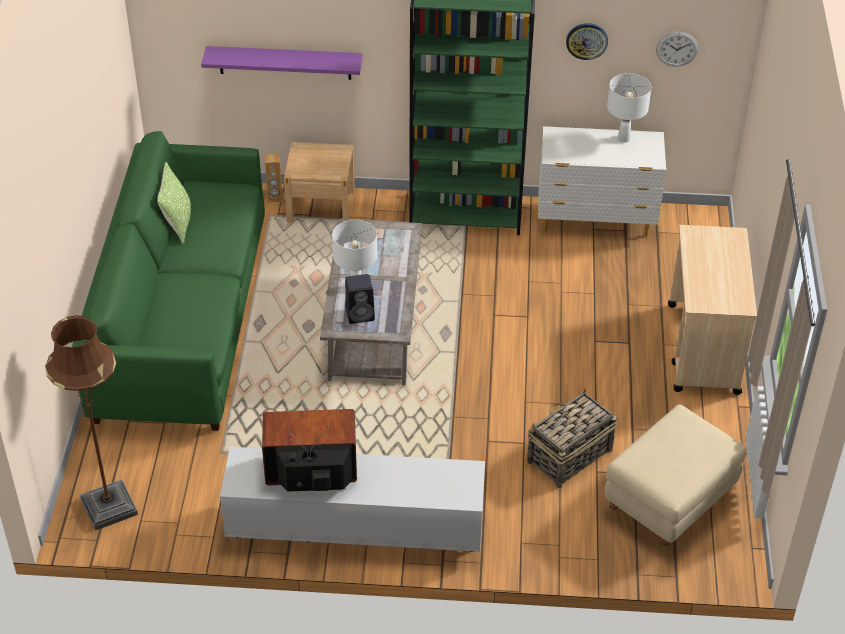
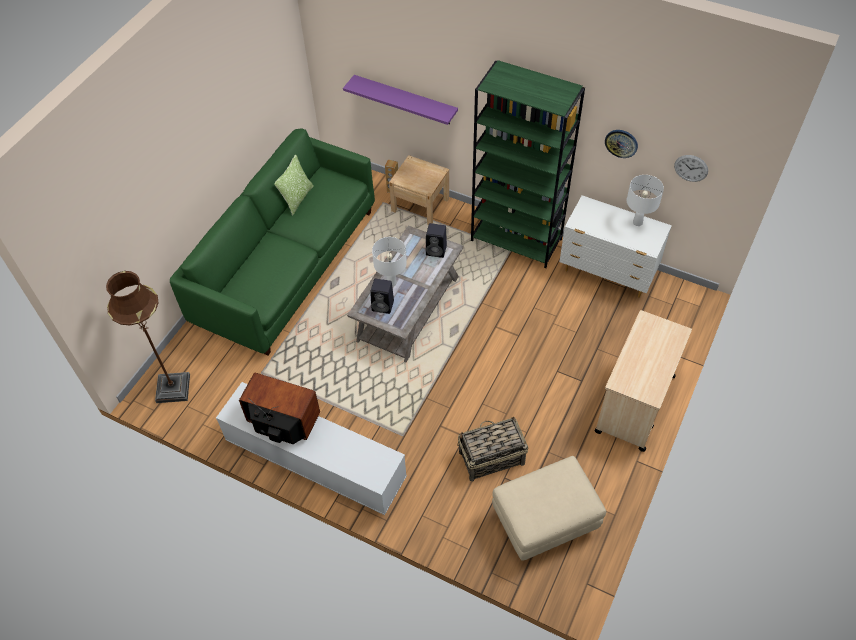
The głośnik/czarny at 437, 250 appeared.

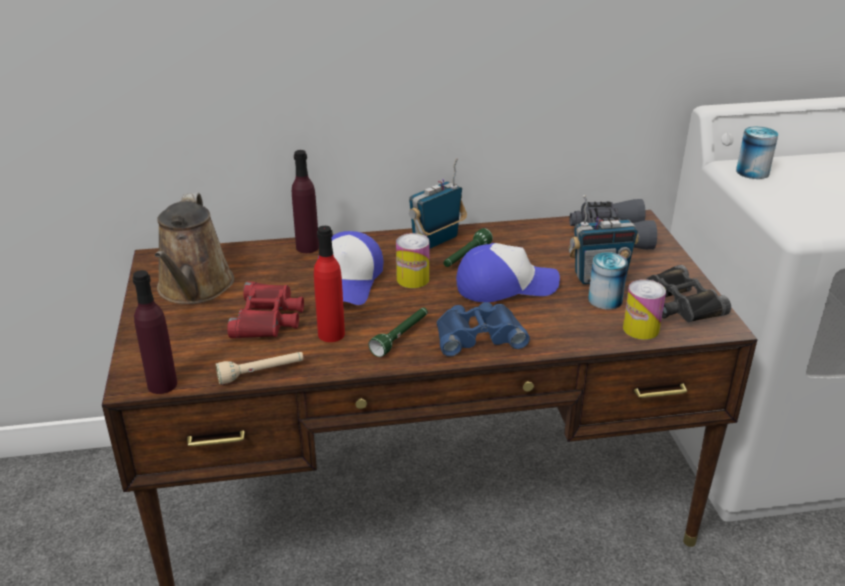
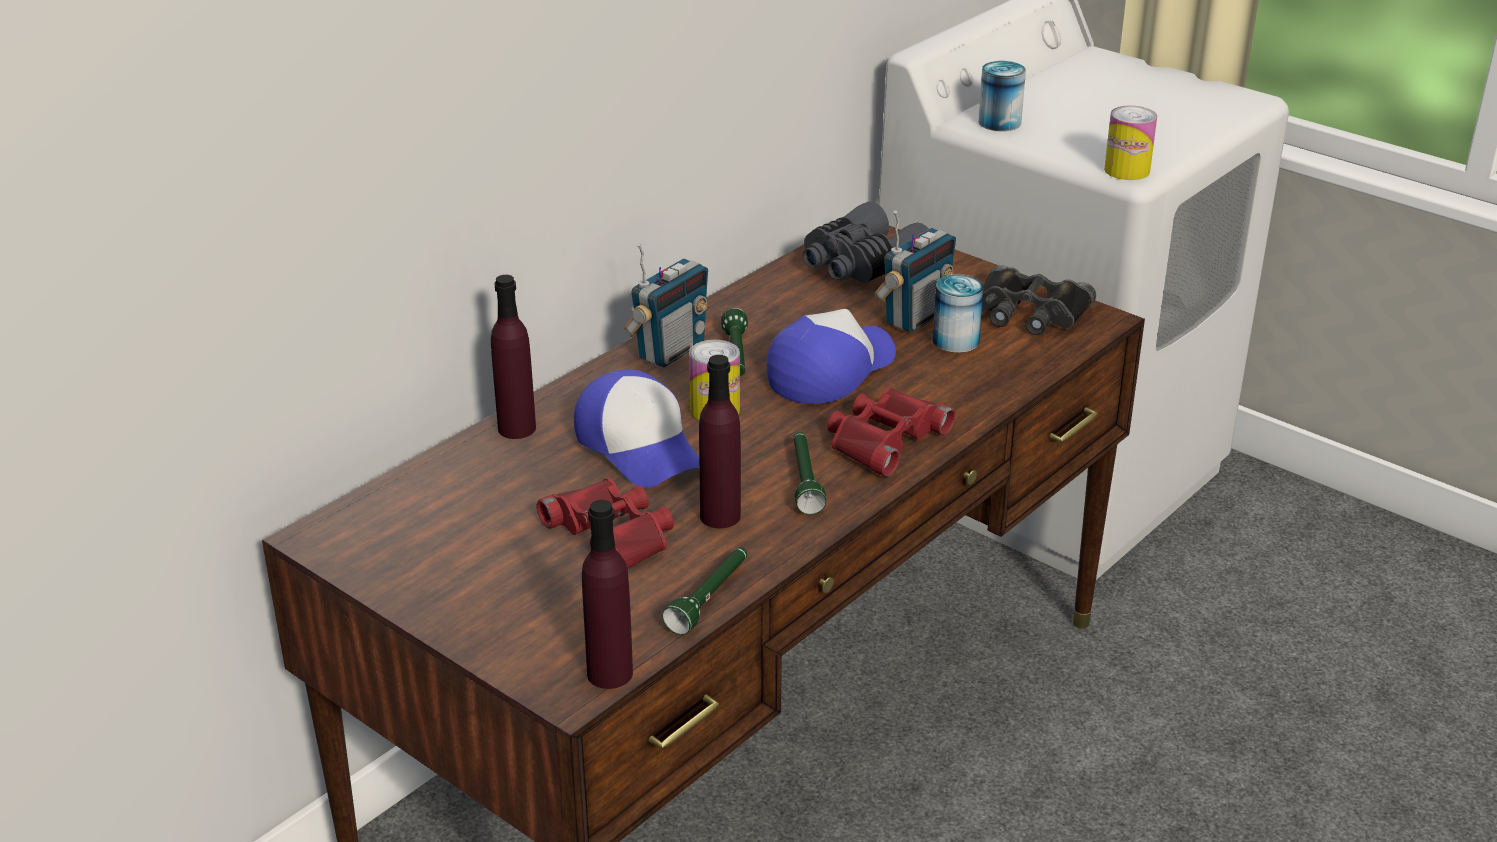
The radio at 436, 241 turned 150 degrees counterclockwise. The latarka/beżowy at 261, 373 became the latarka/zielony at 710, 598. The butelka/czerwony at 331, 334 became the butelka/fioletowy at 720, 516. The lornetka/niebieski at 478, 335 became the lornetka/czerwony at 884, 439. The puszka moved from 641, 329 to 1127, 170. The konewka/brązowy at 194, 288 disappeared.

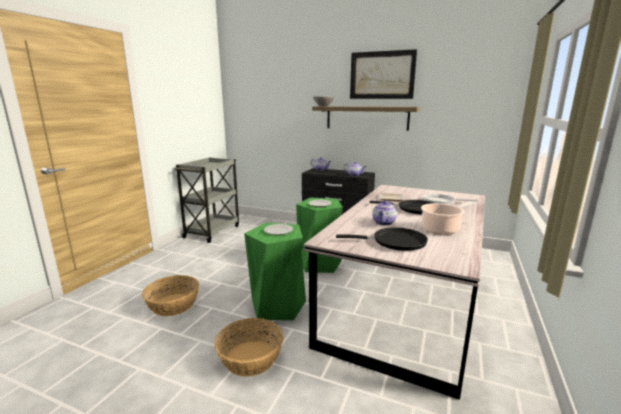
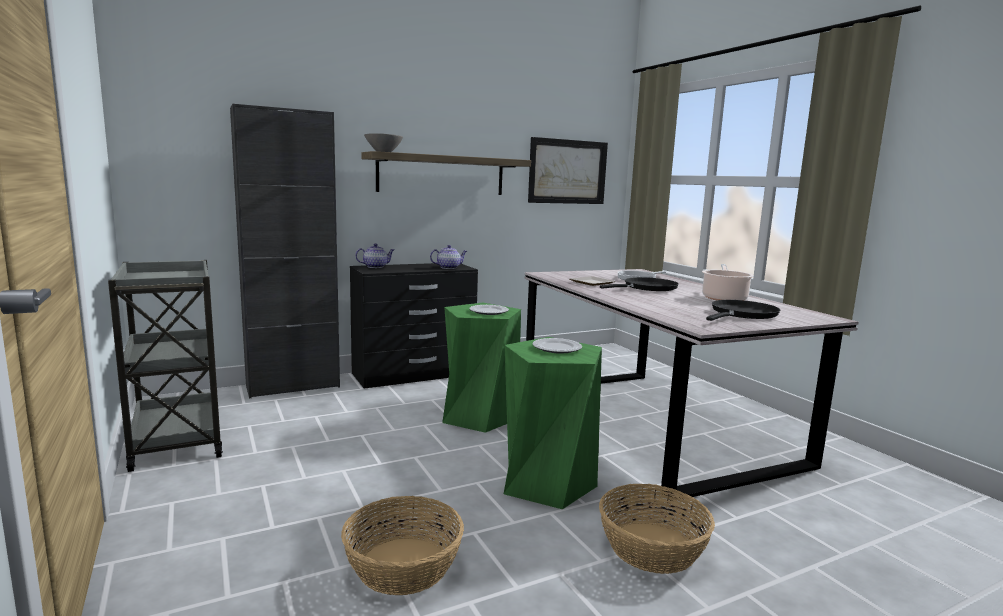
The szafka/czarny at 293, 386 appeared. The obraz moved from 382, 75 to 567, 172. The imbryk at 384, 223 disappeared.

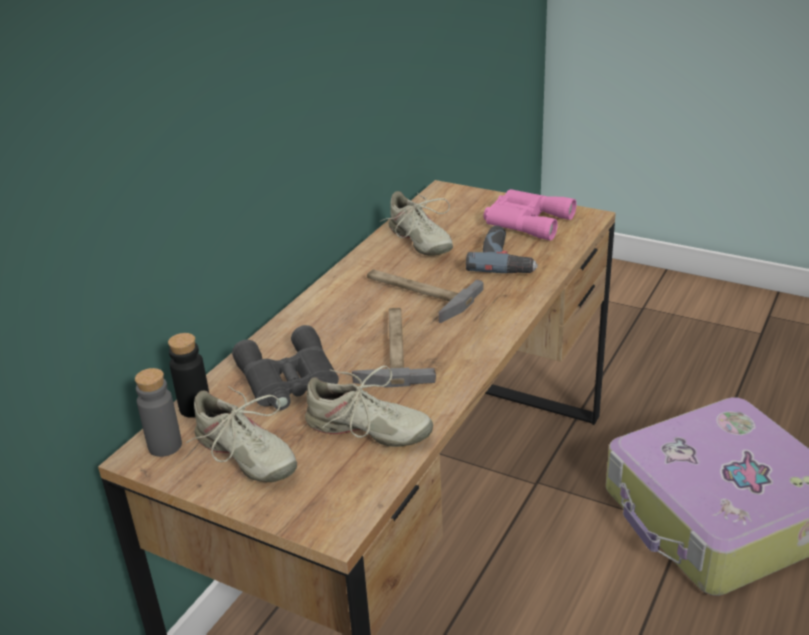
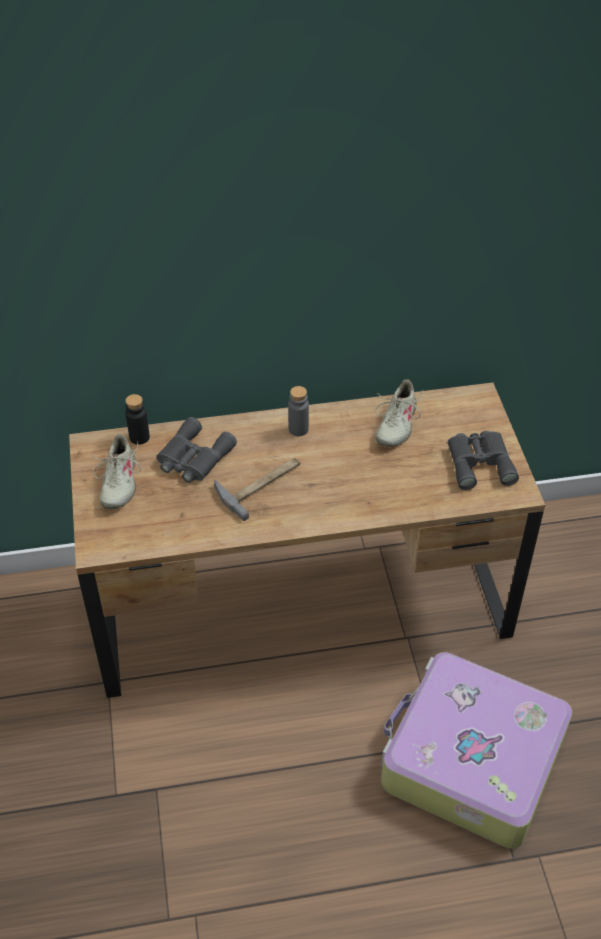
The butelka/szary moved from 165, 446 to 298, 429. The lornetka/różowy at 525, 221 became the lornetka/szary at 479, 462. The but/beżowy at 367, 430 disappeared. The młotek at 417, 293 disappeared. The wiertarka at 505, 259 disappeared.

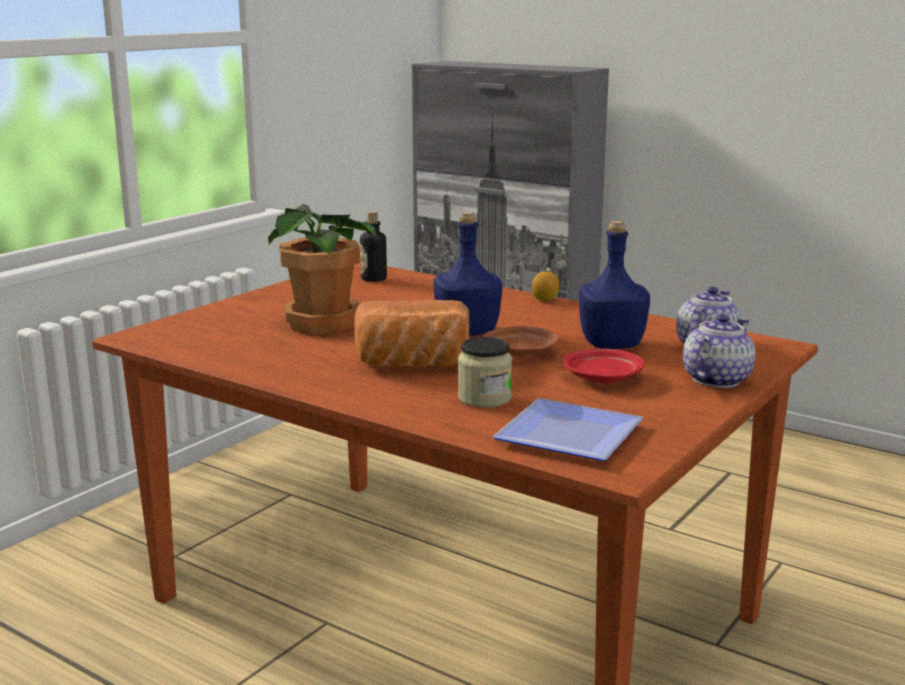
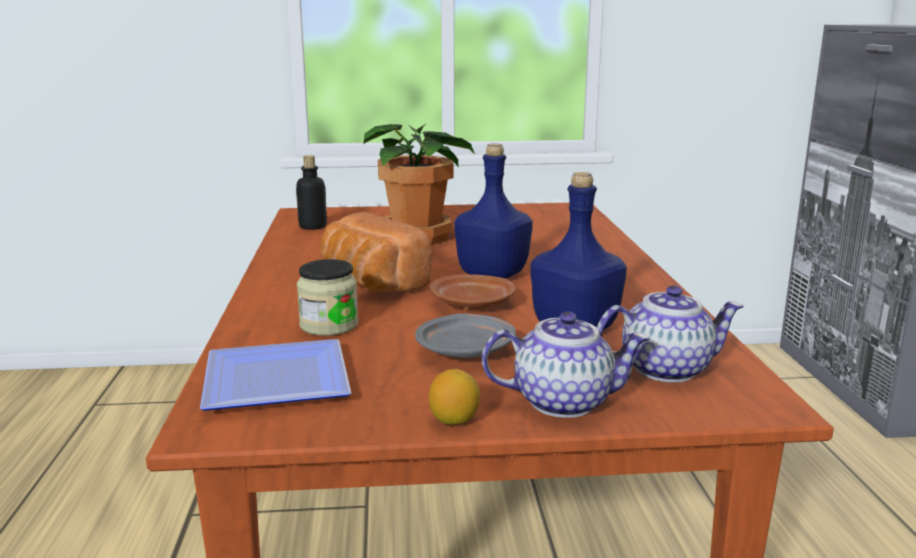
The butelka moved from 373, 279 to 313, 226. The talerz/czerwony at 603, 377 became the talerz/szary at 466, 351. The cytryna moved from 545, 300 to 454, 420.

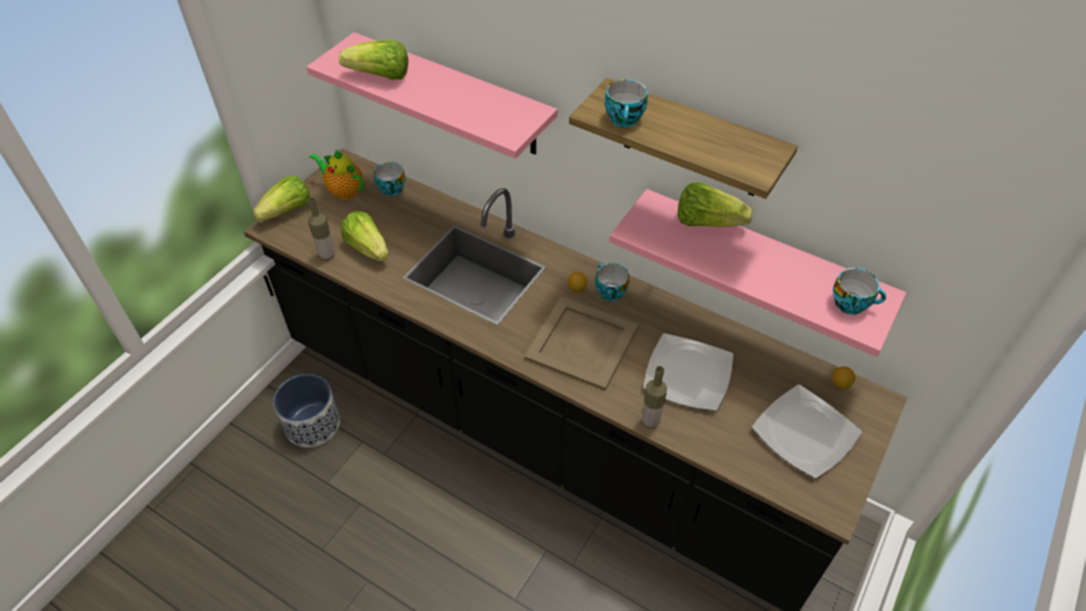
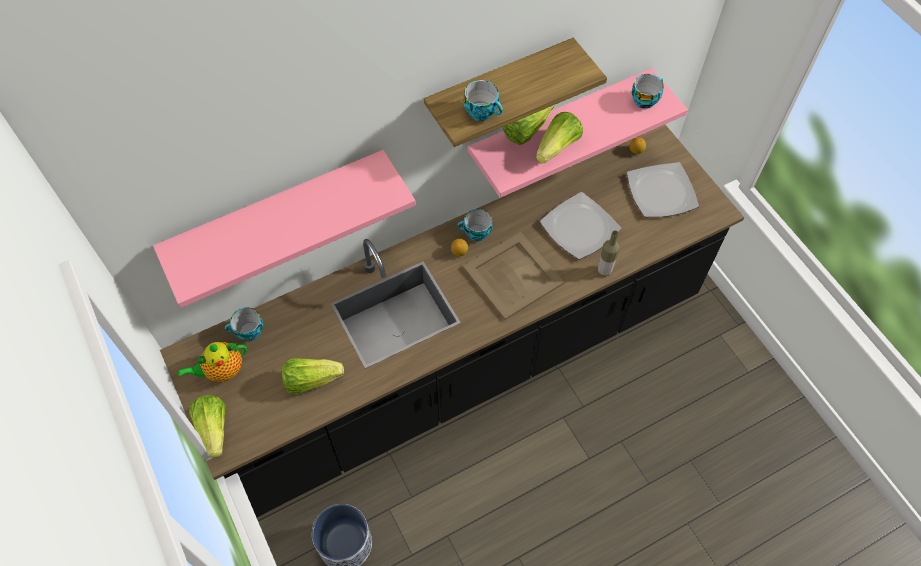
The sałata moved from 380, 76 to 557, 148. The butelka at 327, 255 disappeared.

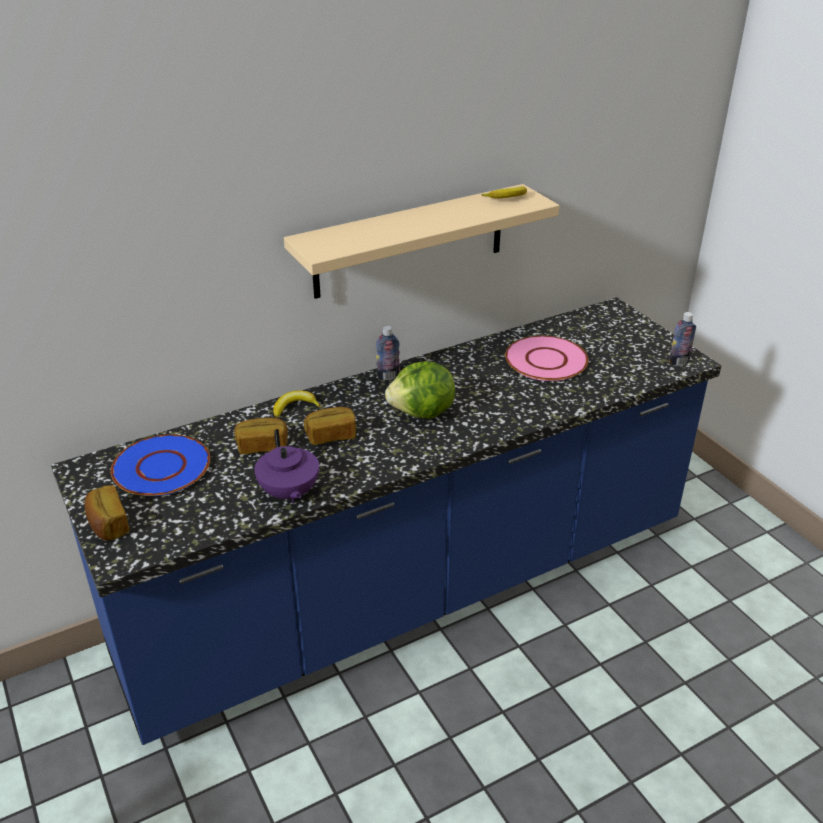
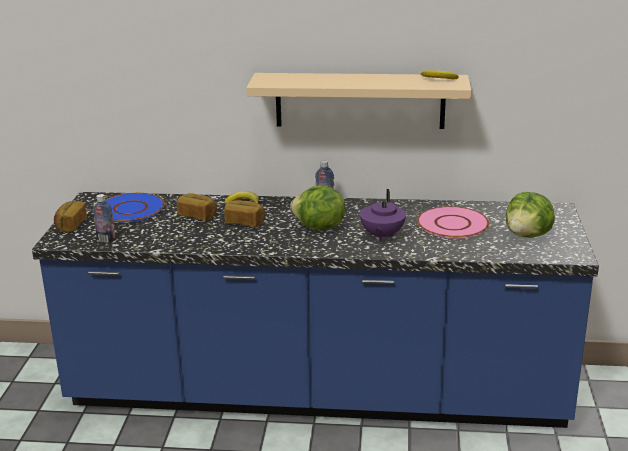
The butelka moved from 678, 362 to 106, 240. The imbryk/fioletowy moved from 289, 493 to 381, 236. The sałata at 528, 236 appeared.

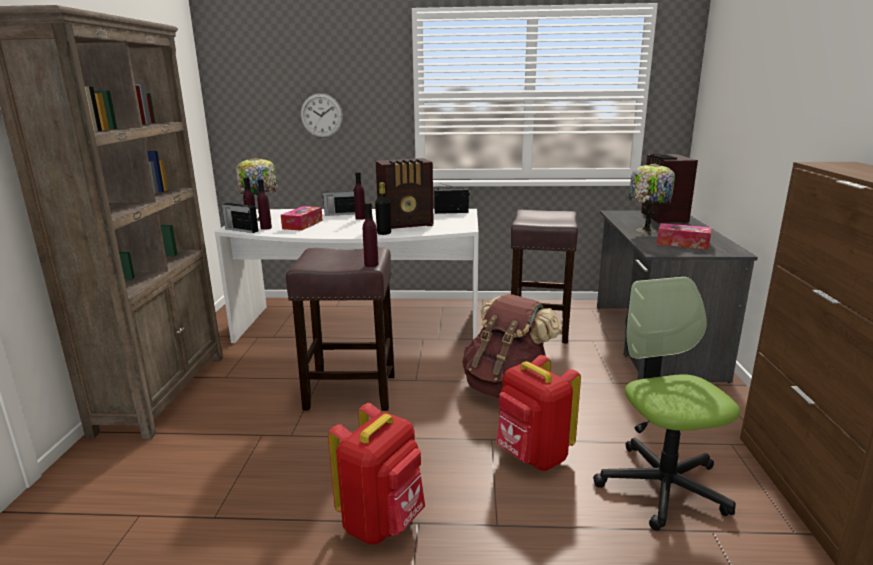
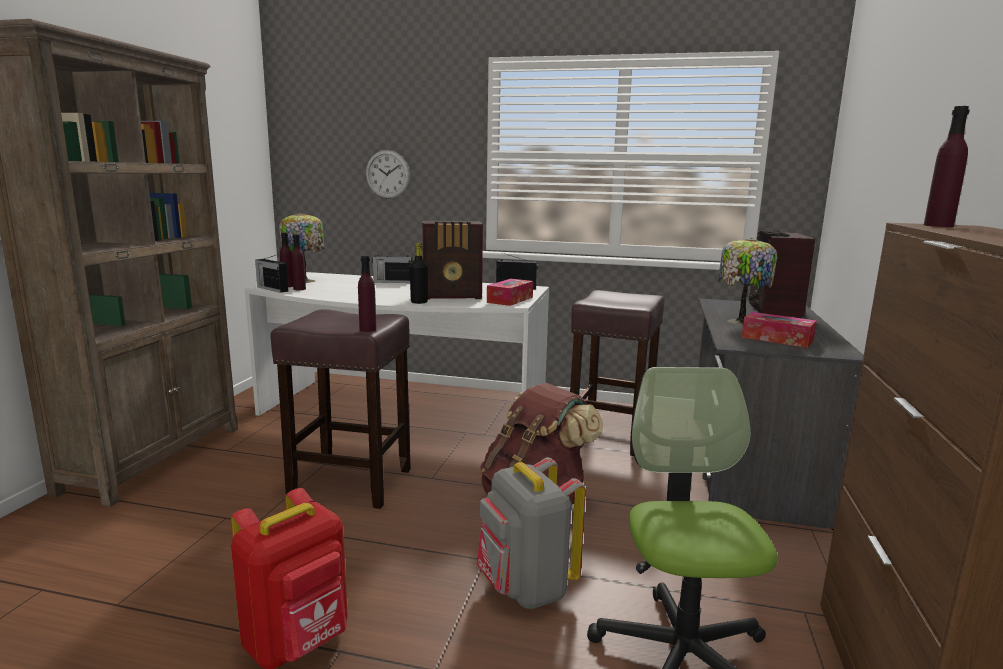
The plecak/czerwony at 532, 456 became the plecak/szary at 525, 588. The pudełko chusteczek moved from 302, 224 to 510, 300. The butelka/fioletowy moved from 360, 218 to 938, 225.

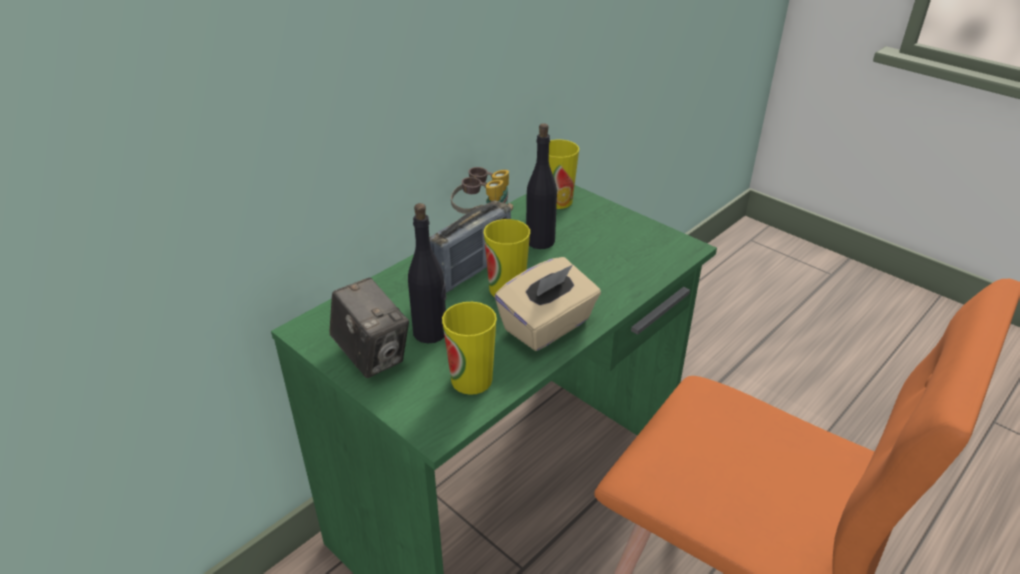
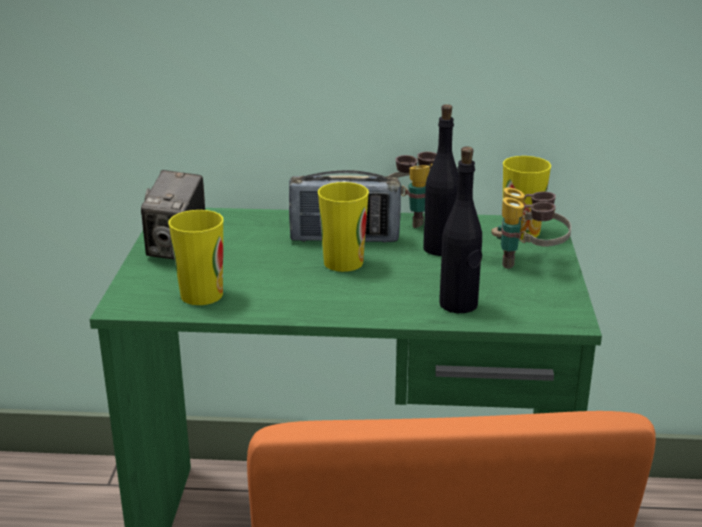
The butelka/czarny moved from 430, 332 to 459, 305. The lornetka at 527, 262 appeared. The pudełko chusteczek/beżowy at 547, 326 disappeared.

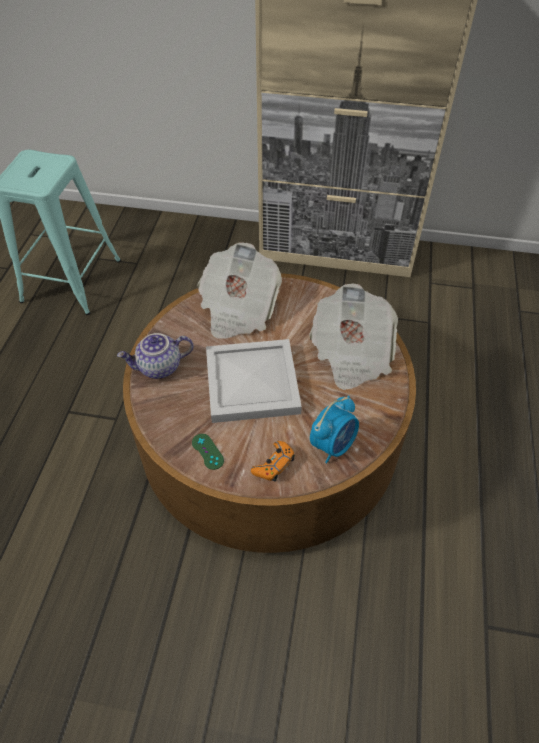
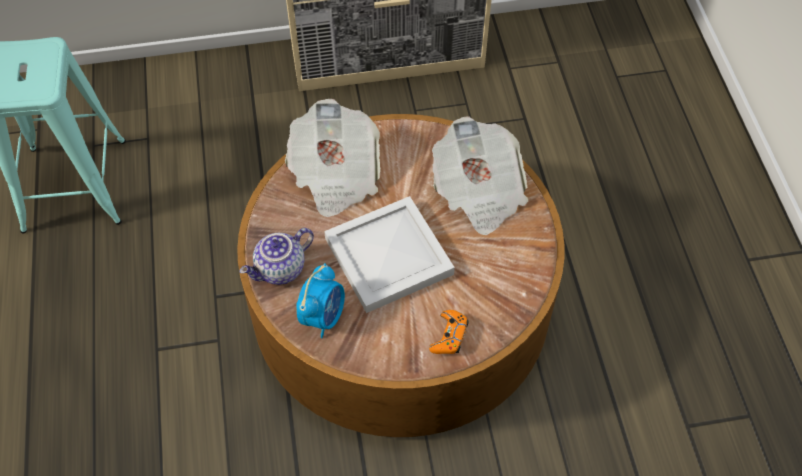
The budzik moved from 333, 445 to 323, 316. The pad do gier/zielony at 207, 451 disappeared.

